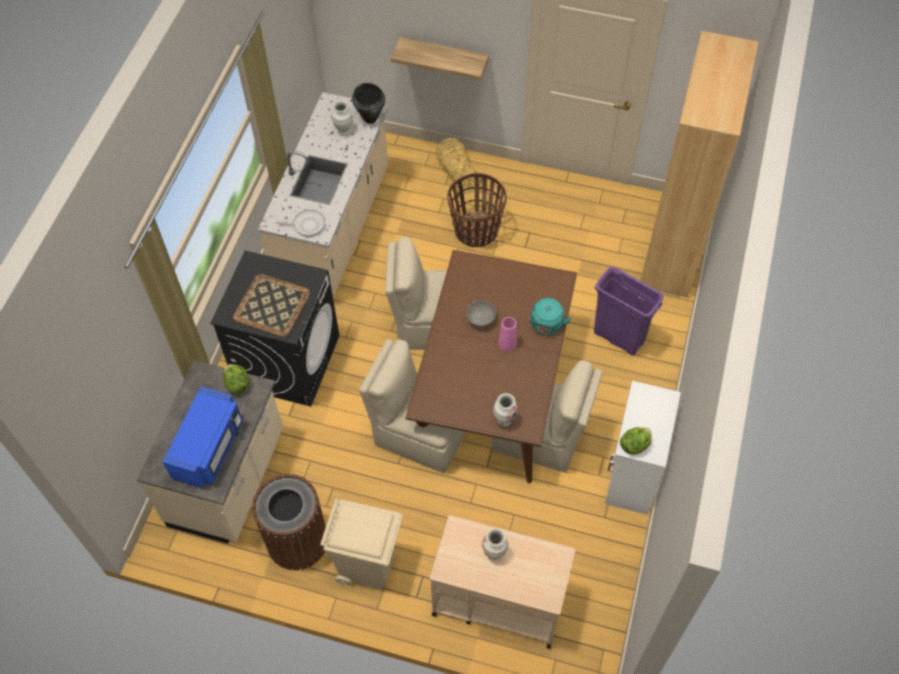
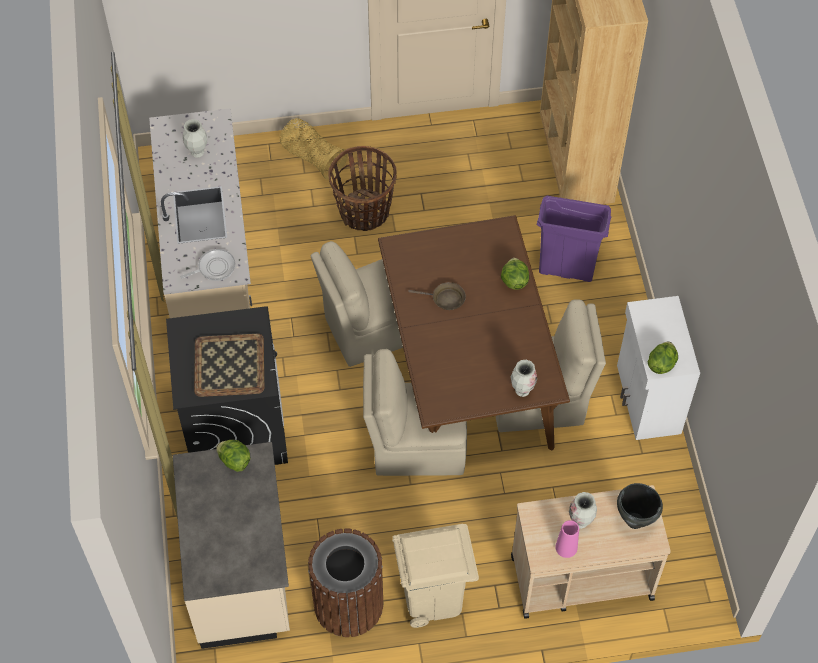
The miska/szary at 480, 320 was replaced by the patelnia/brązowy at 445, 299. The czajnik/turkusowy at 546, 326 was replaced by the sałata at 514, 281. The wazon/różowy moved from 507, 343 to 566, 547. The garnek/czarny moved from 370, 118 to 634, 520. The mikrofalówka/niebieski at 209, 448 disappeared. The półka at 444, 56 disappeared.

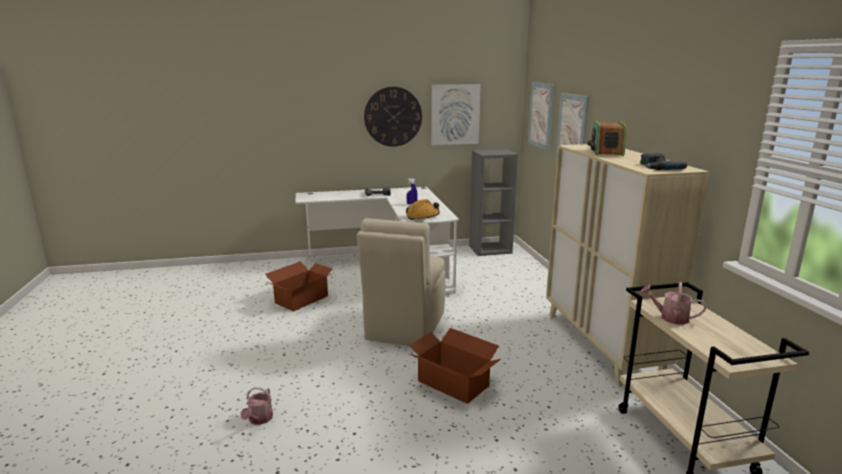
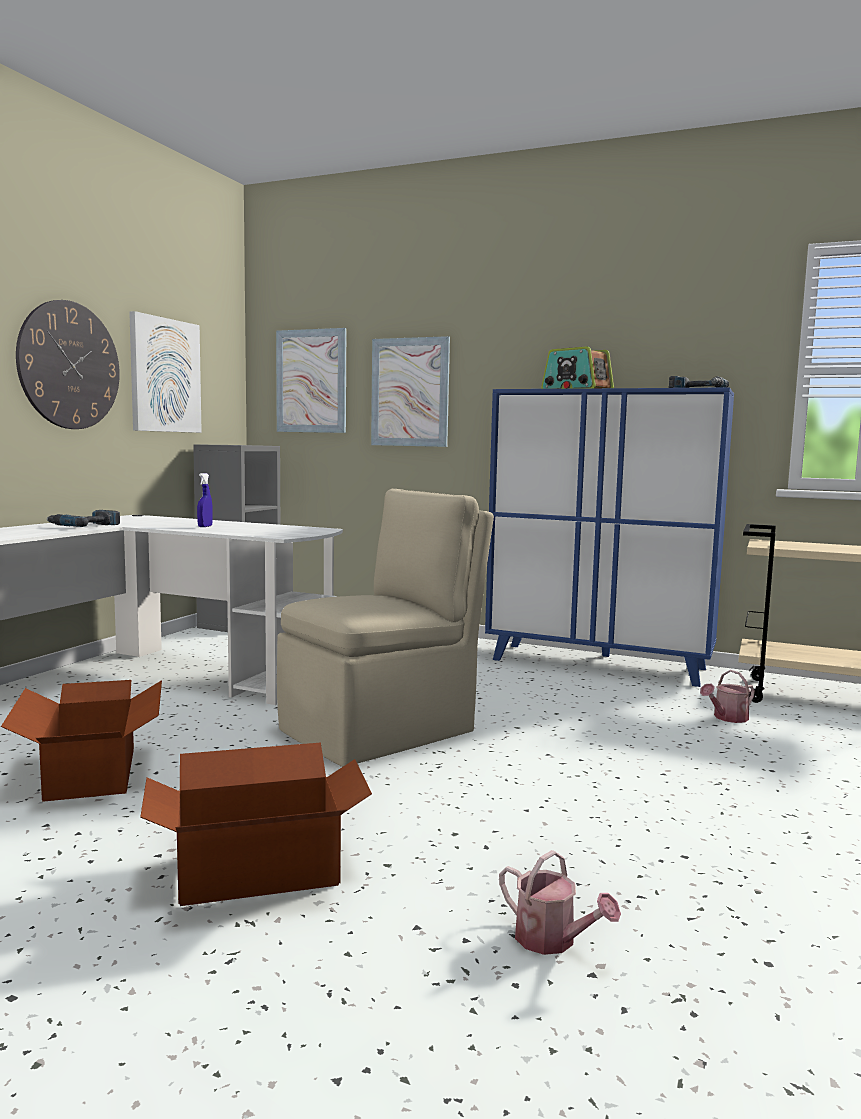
The karton moved from 453, 383 to 256, 869. The krzesło/beżowy at 404, 327 turned 90 degrees counterclockwise. The szafka/beżowy at 602, 344 became the szafka/niebieski at 599, 664. The konewka moved from 670, 317 to 727, 718. The kask/pomarańczowy at 423, 216 disappeared.

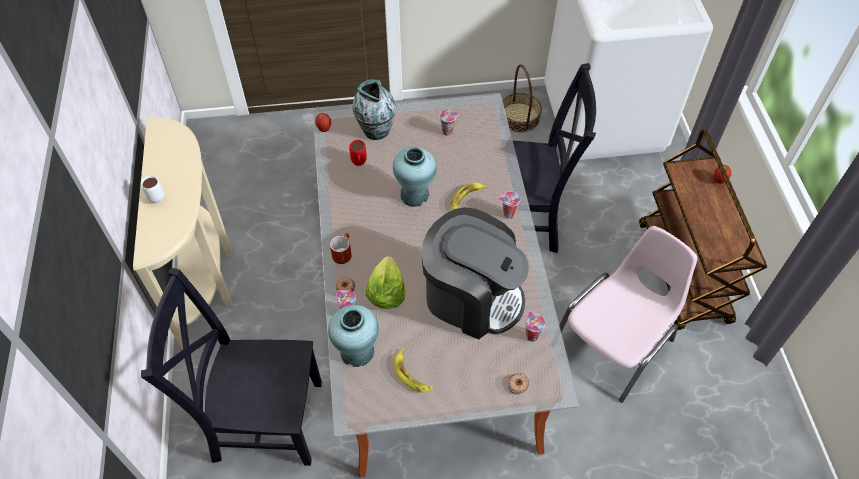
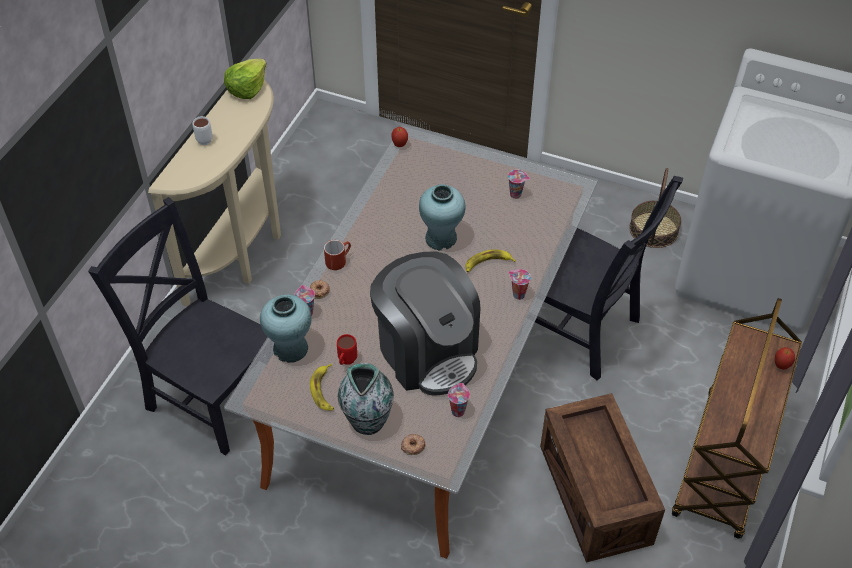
The sałata moved from 386, 292 to 247, 88. The kubek/czerwony moved from 359, 164 to 346, 362. The wazon moved from 376, 130 to 367, 420. The krzesło/różowy at 615, 342 was replaced by the skrzynka at 595, 495.

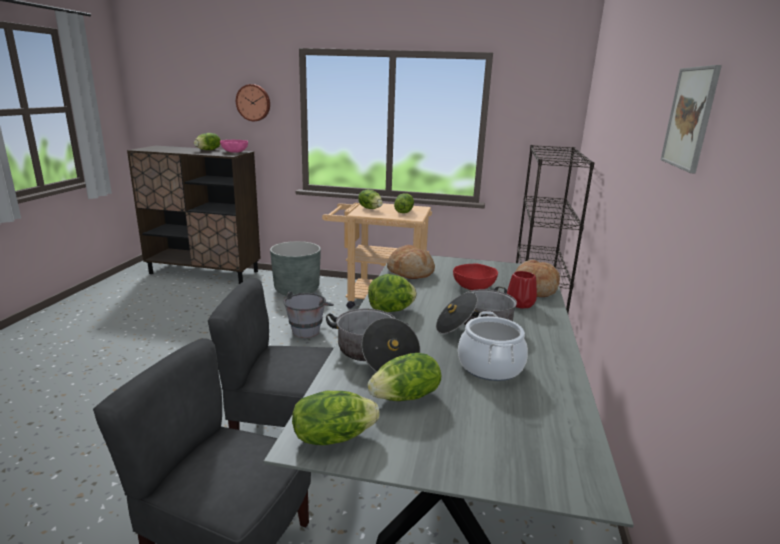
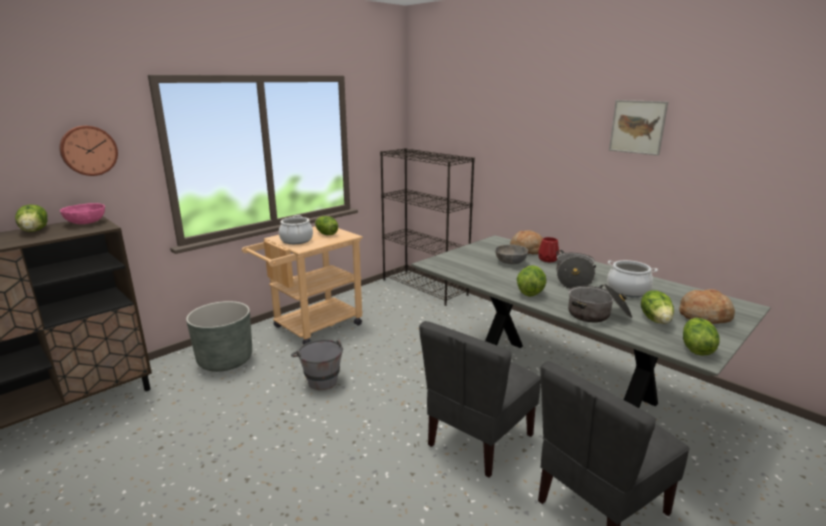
The sałata at 370, 208 was replaced by the garnek at 296, 240. The miska/czerwony at 474, 287 became the miska/szary at 510, 262. The chleb moved from 410, 272 to 704, 316.

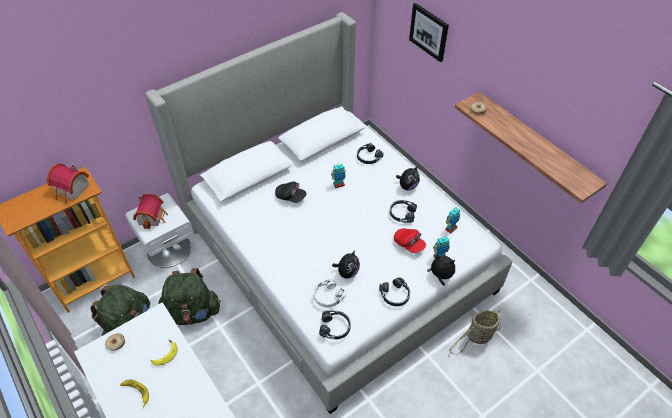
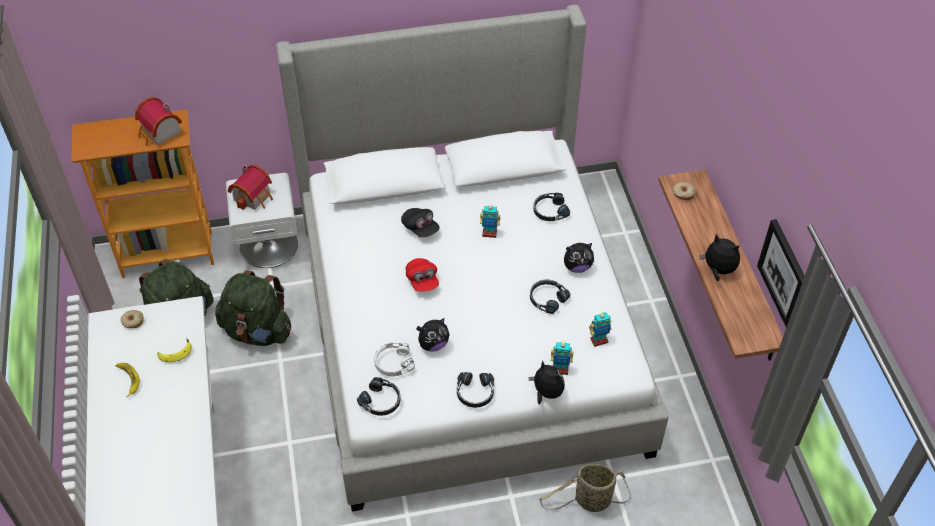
The czapka z daszkiem/czerwony moved from 409, 244 to 422, 281. The pluszak at 718, 270 appeared. The obraz moved from 429, 32 to 784, 273.

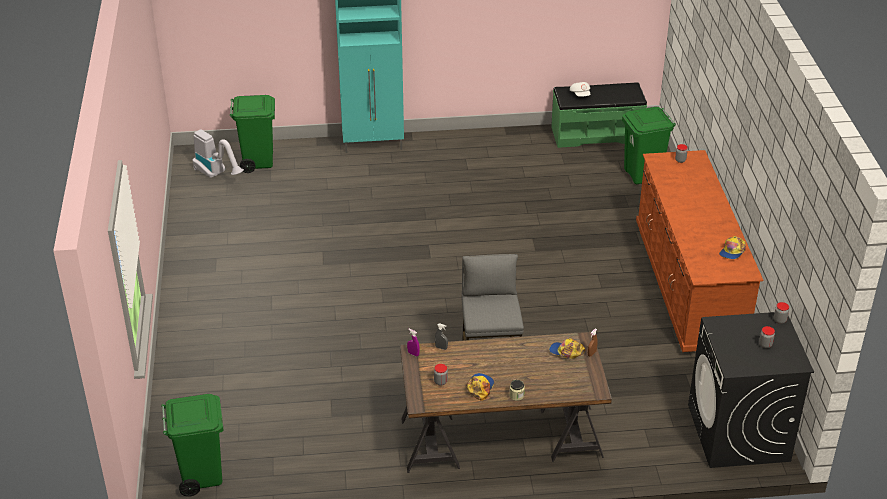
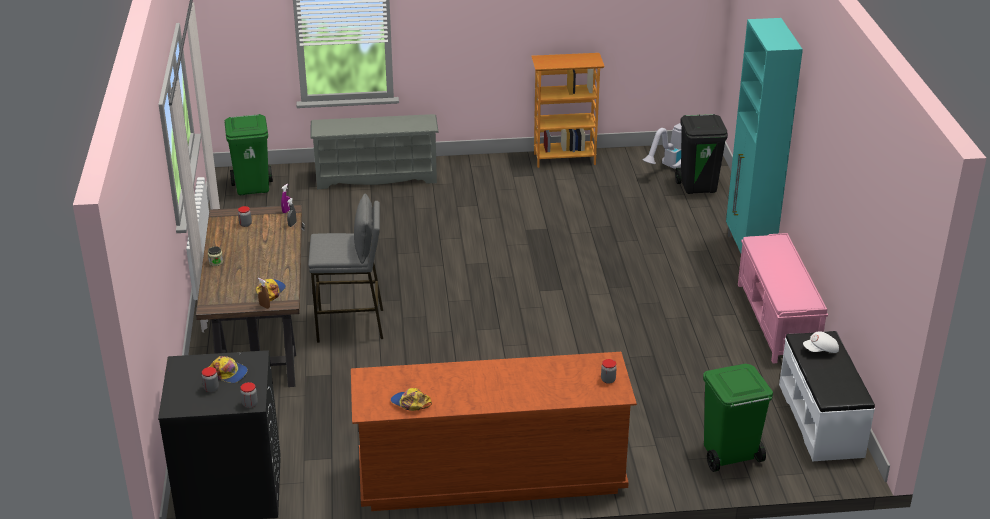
The czapka z daszkiem moved from 480, 387 to 227, 373. The regał na buty/szary at 377, 177 appeared. The regał at 564, 158 appeared. The kosz na śmieci/zielony at 257, 161 became the kosz na śmieci/czarny at 698, 186. The ławka/różowy at 777, 321 appeared. The ławka/zielony at 596, 134 became the ławka/biały at 821, 420.

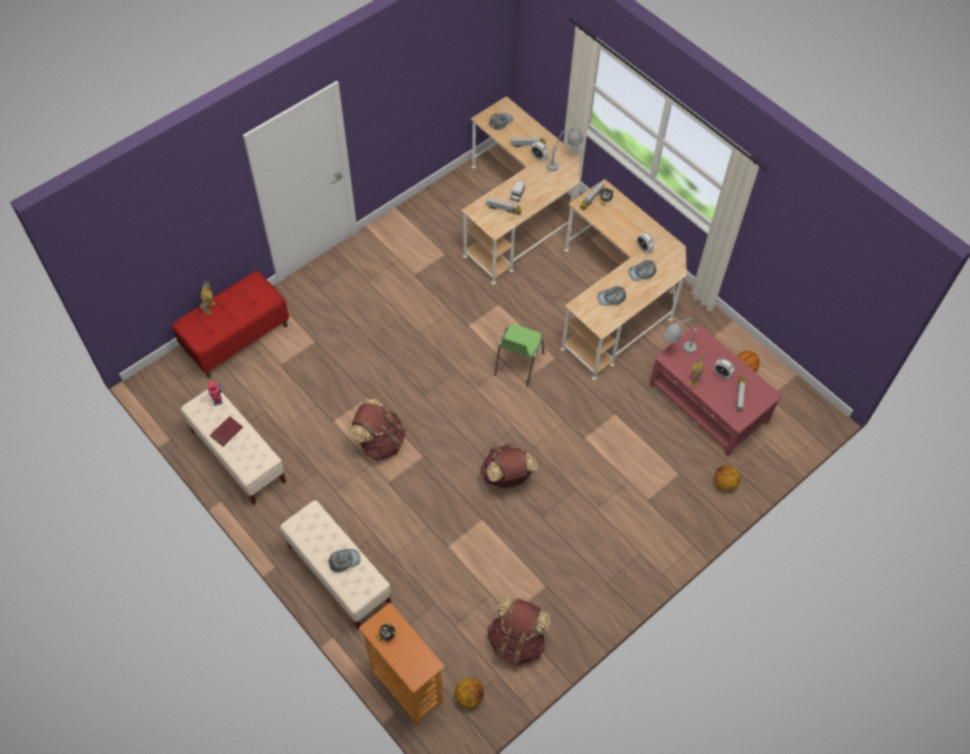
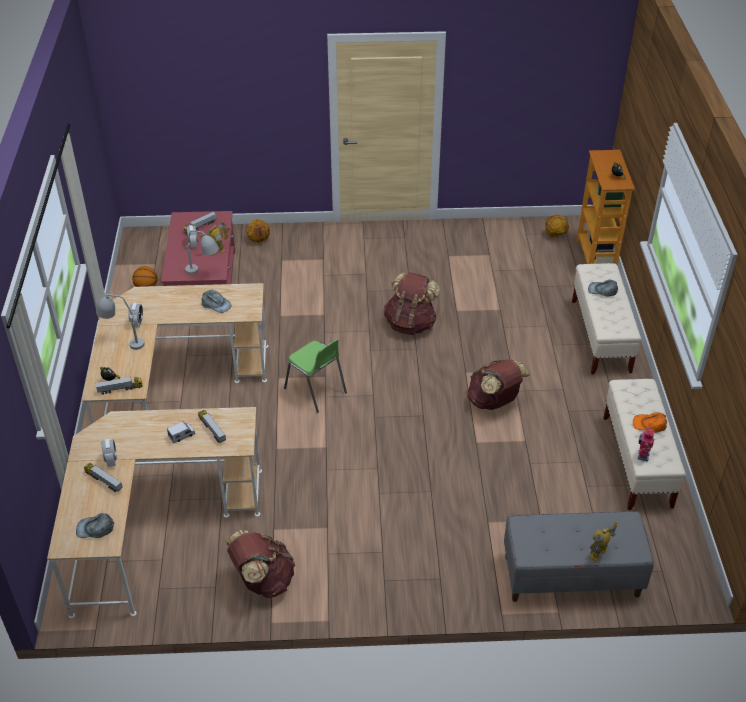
The lampa stołowa/szary moved from 564, 163 to 122, 341. The plecak/brązowy moved from 517, 641 to 262, 580. The krzesło/zielony at 518, 364 turned 75 degrees clockwise. The ławka/czerwony at 236, 338 became the ławka/szary at 571, 576. The książka/czerwony at 226, 432 was replaced by the czapka z daszkiem/pomarańczowy at 649, 424. The czapka z daszkiem/szary at 642, 272 disappeared.

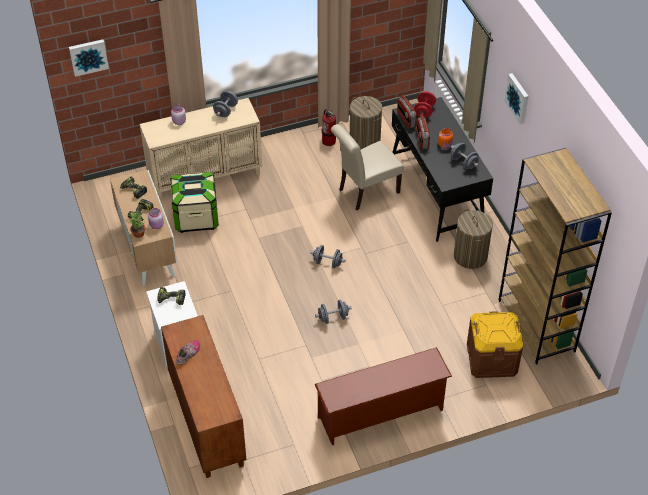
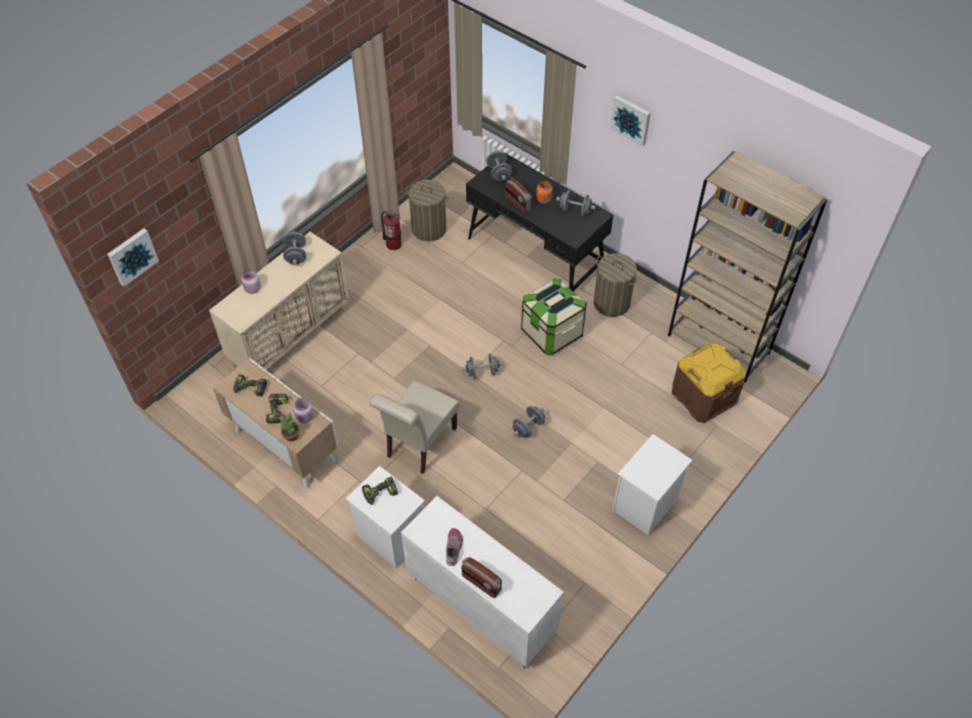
The krzesło/beżowy moved from 365, 192 to 418, 445. The szafka/brązowy at 206, 421 became the szafka/biały at 479, 606. The radio moved from 406, 119 to 481, 583. The hantel/czerwony at 424, 111 became the hantel/szary at 498, 173. The pojemnik do przechowywania moved from 196, 217 to 551, 332. The regał na buty/brązowy at 381, 414 was replaced by the szafka nocna/biały at 645, 506.

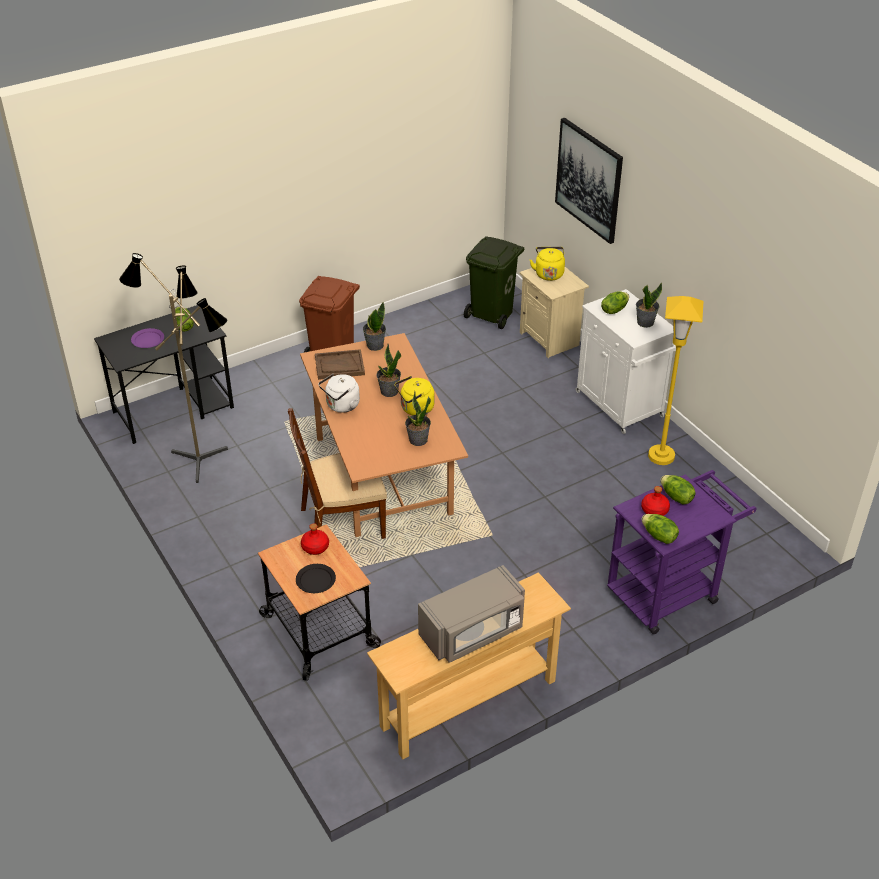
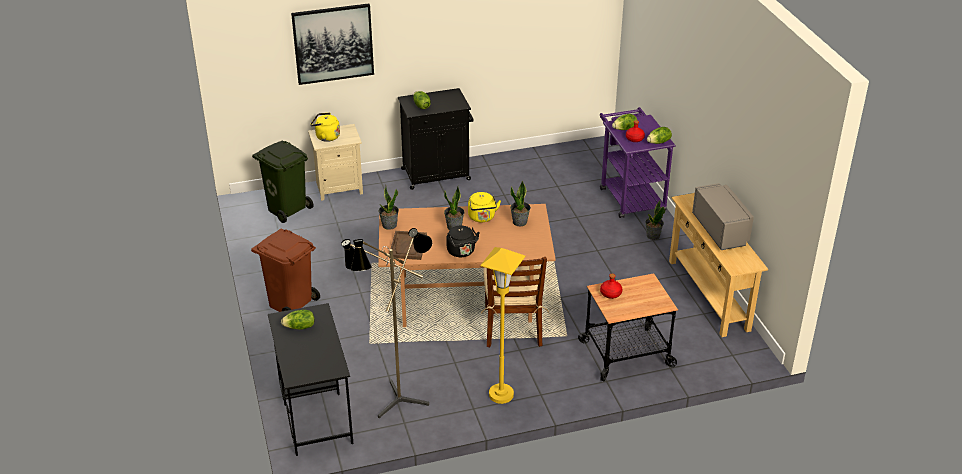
The szafka/biały at 620, 405 became the szafka/czarny at 437, 174. The czajnik/biały at 341, 406 became the czajnik/czarny at 462, 252. The lampa stojąca/żółty moved from 661, 456 to 501, 394. The roślina doniczkowa moved from 645, 322 to 653, 236. The talerz/fioletowy at 148, 339 disappeared. The talerz/czarny at 315, 580 disappeared.

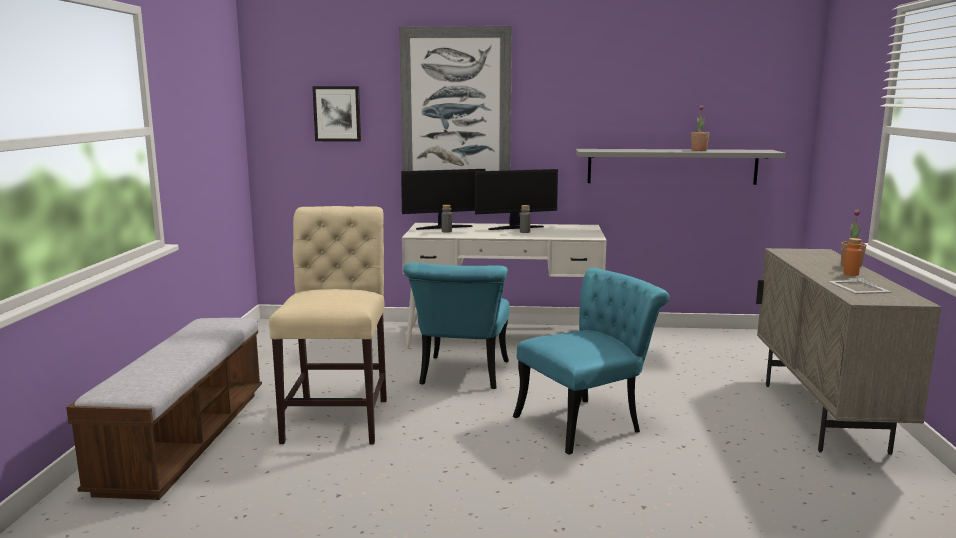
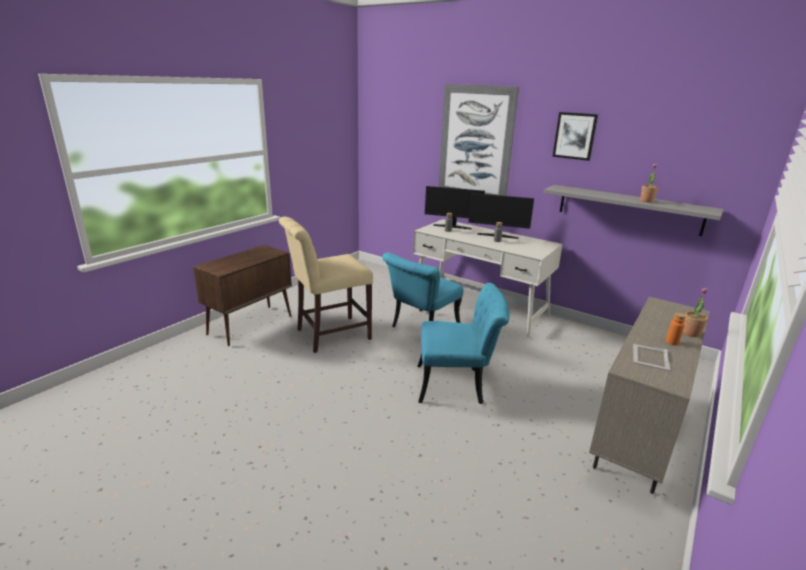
The ławka at 185, 439 was replaced by the szafka/brązowy at 251, 325. The krzesło/beżowy at 339, 417 turned 150 degrees counterclockwise. The obraz moved from 337, 113 to 575, 136.

